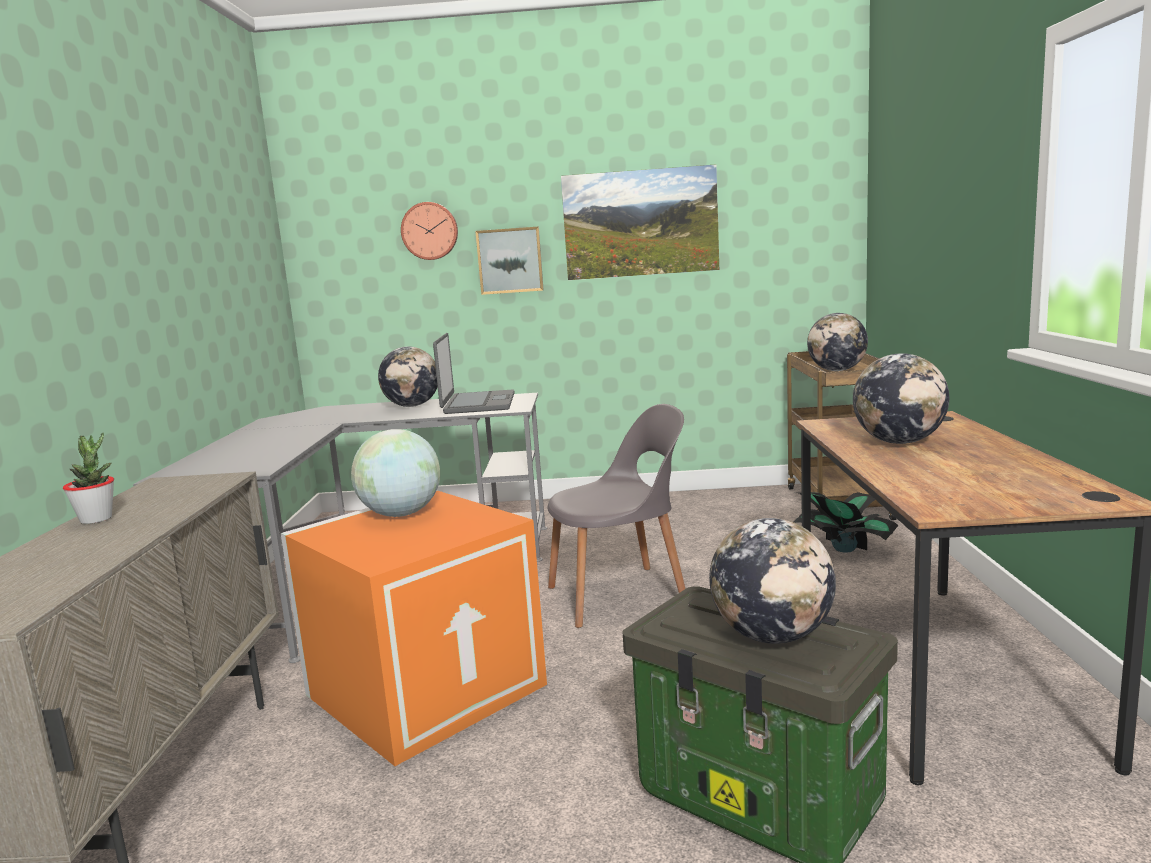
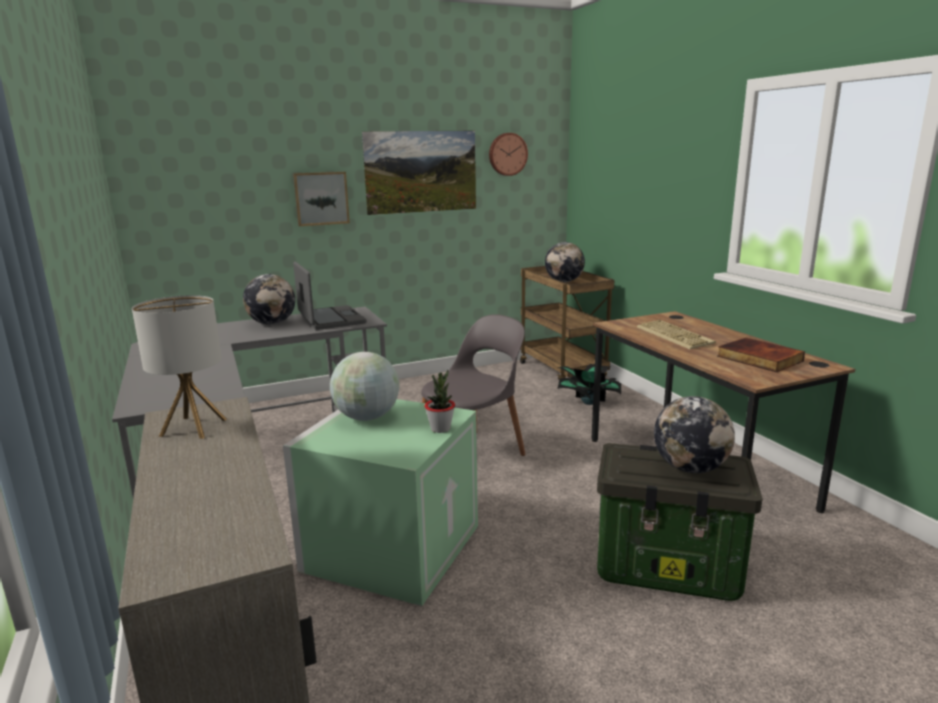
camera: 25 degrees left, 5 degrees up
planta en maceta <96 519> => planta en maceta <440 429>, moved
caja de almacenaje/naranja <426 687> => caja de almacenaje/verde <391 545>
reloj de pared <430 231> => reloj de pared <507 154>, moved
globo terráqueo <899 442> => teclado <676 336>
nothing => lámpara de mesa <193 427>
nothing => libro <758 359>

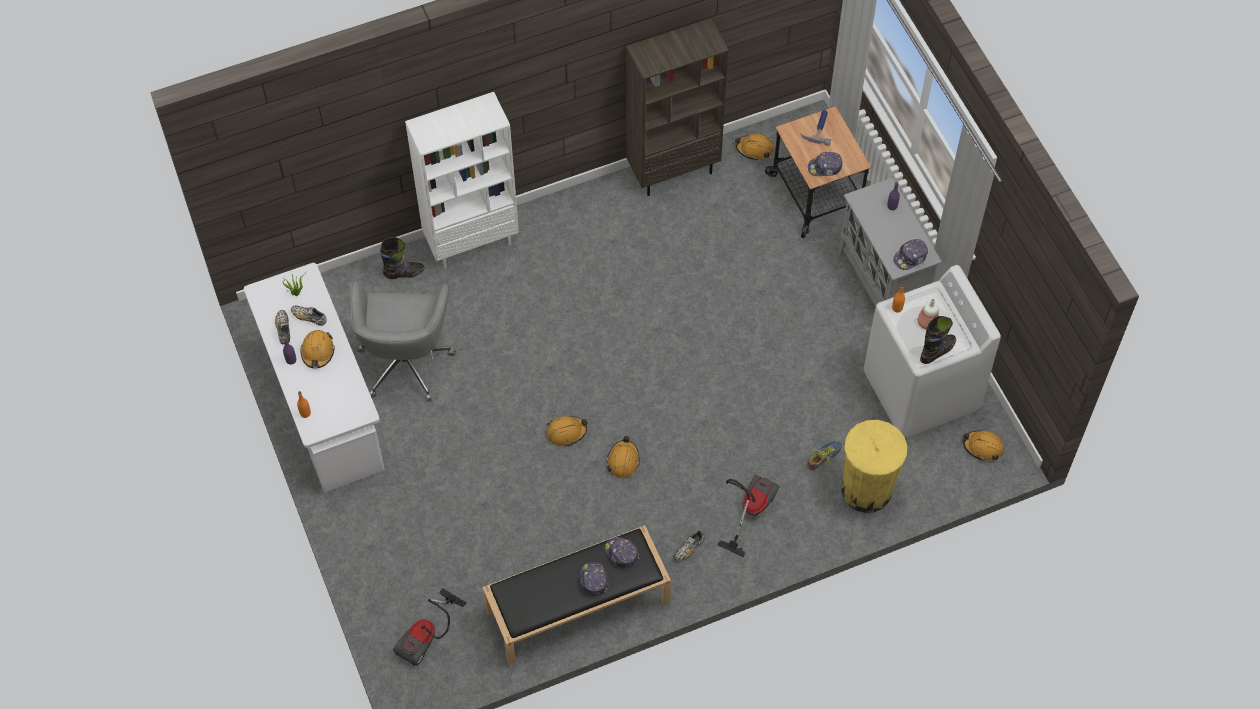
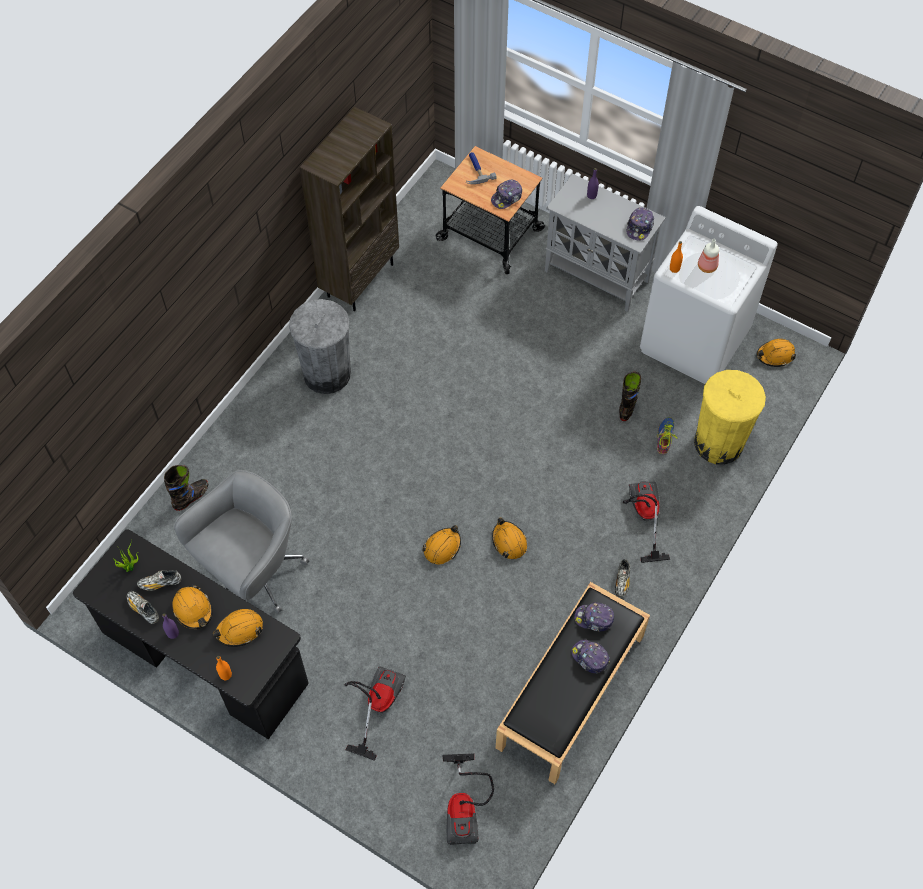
camera: 35 degrees left, 0 degrees up
escritorio/blanco <323 404> => escritorio/negro <204 659>
silla de oficina/gris <406 360> => silla de oficina/gris <252 573>, 105 degrees counterclockwise
estantería/blanco <472 242> => nothing
casco/naranja <754 149> => casco/naranja <240 629>, moved
bota/negro <937 351> => bota/negro <627 405>, moved
nothing => papelera/gris <327 373>
nothing => aspiradora <376 705>

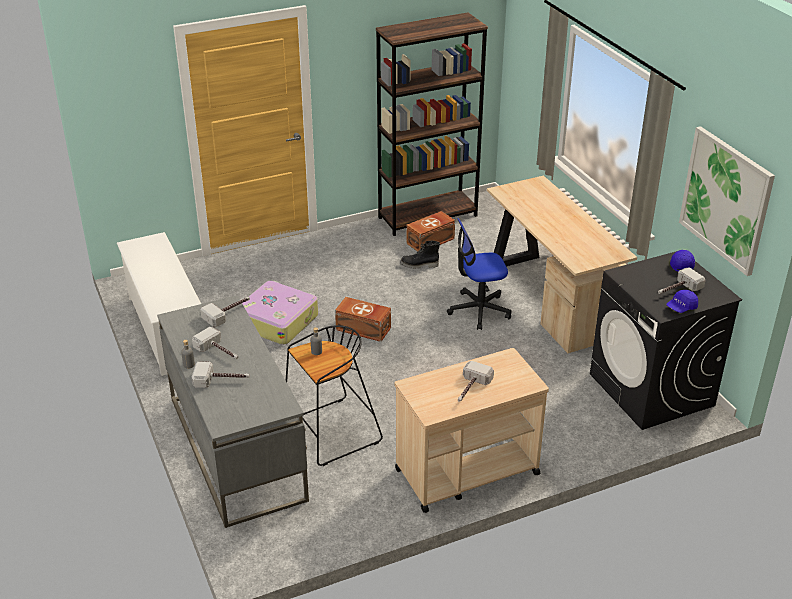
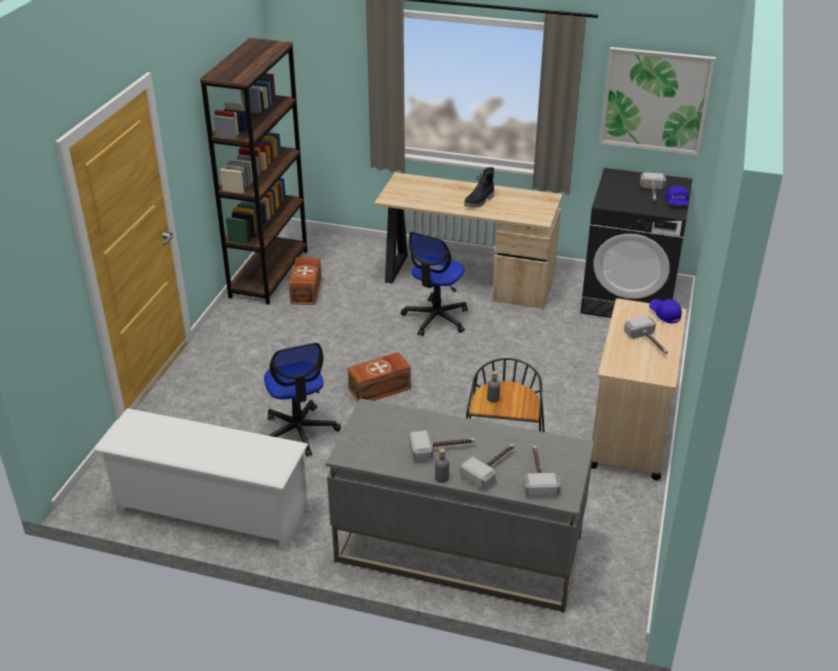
camera: 50 degrees left, 0 degrees up
martillo <228 313> => martillo <538 475>, moved
maleta <277 321> => silla de oficina <299 432>
bota/negro <419 265> => bota/negro <479 201>, moved
gorra/azul <682 264> => gorra/azul <664 314>, moved

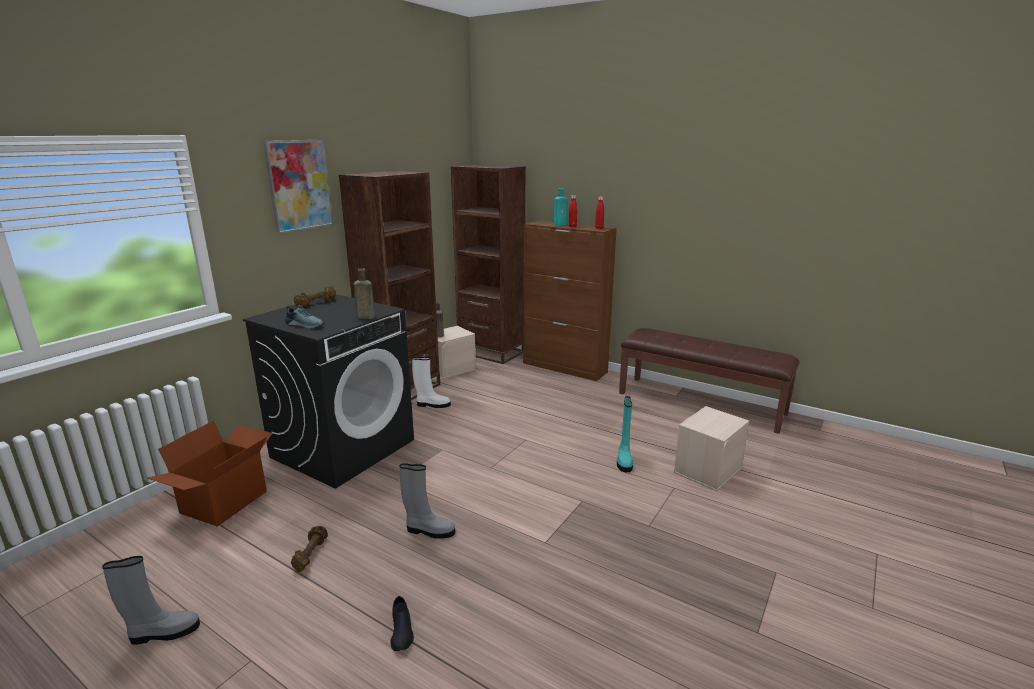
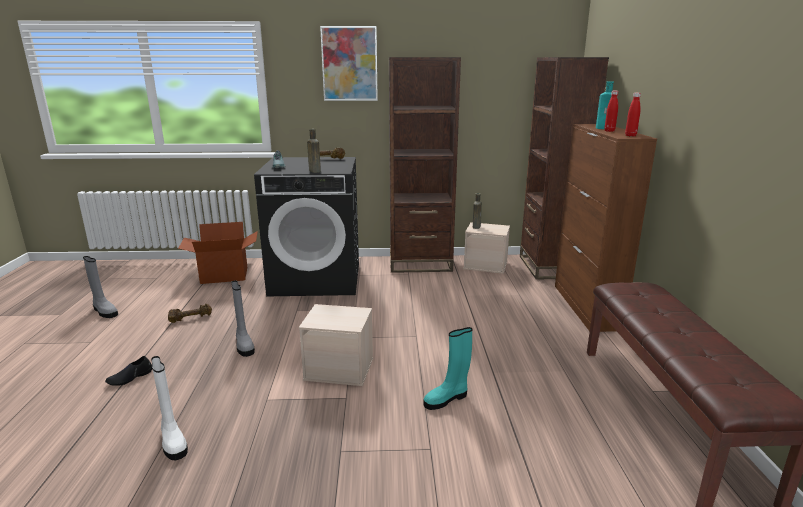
camera: 55 degrees right, 0 degrees up
bota/blanco <432 405> => bota/blanco <173 441>, moved
caja de almacenaje/beis <707 469> => caja de almacenaje/beis <340 368>, moved

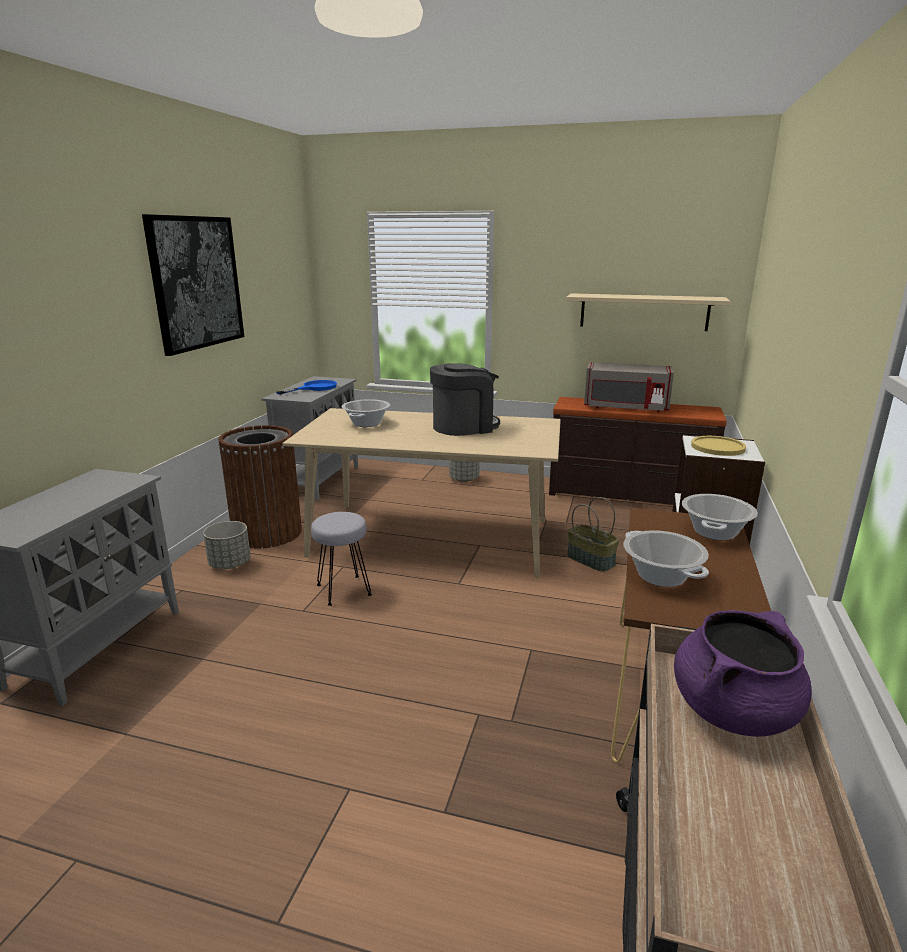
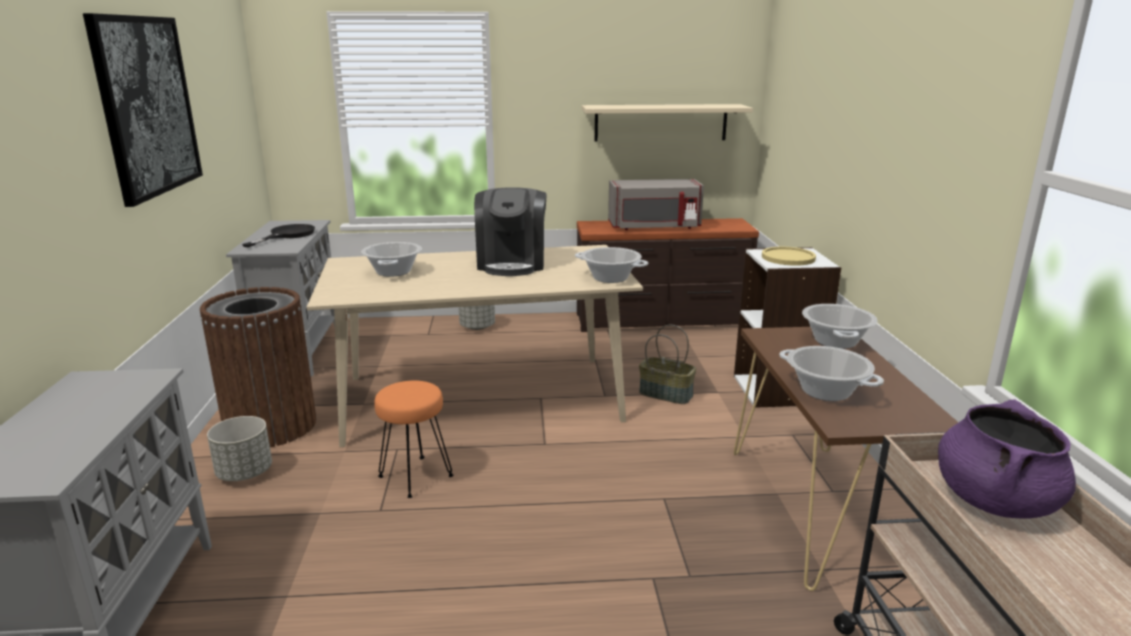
camera: 20 degrees left, 0 degrees up
sartén/azul <314 388> => sartén/negro <287 235>
taburete/gris <343 590> => taburete/naranja <415 477>
cafetera <464 427> => cafetera <512 264>, 135 degrees clockwise
nothing => olla <610 278>

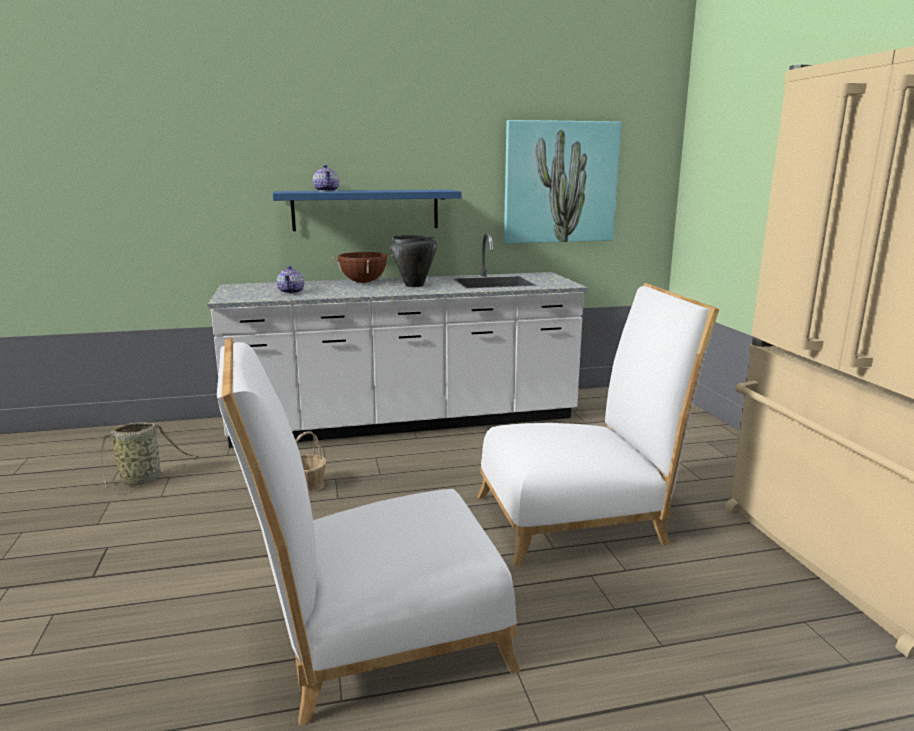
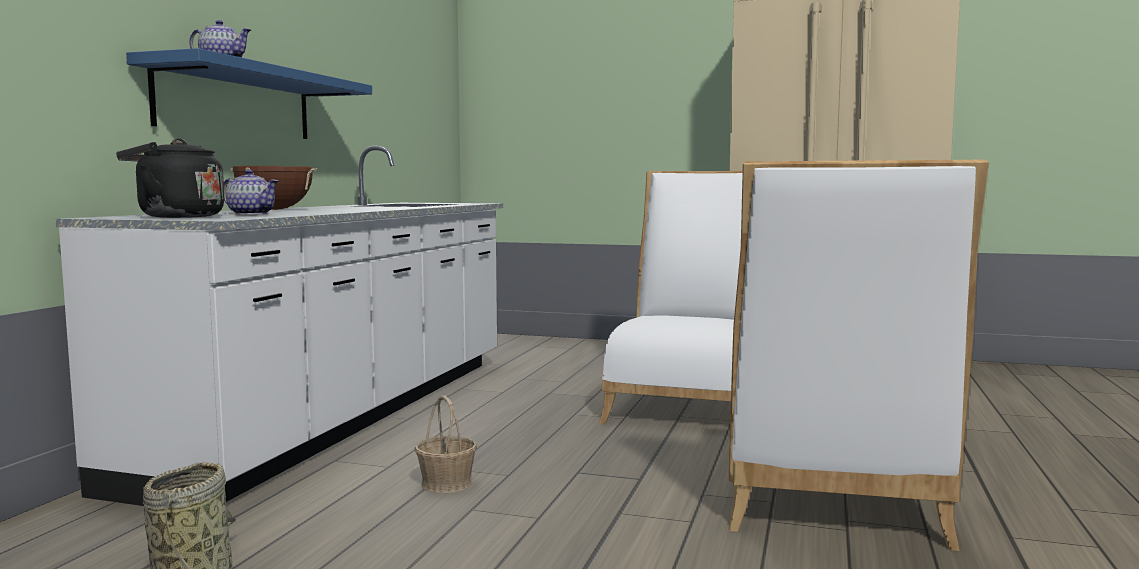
camera: 60 degrees left, 10 degrees down
olla/negro <414 285> => nothing
cuadro <560 182> => nothing
nothing => hervidor/negro <176 217>

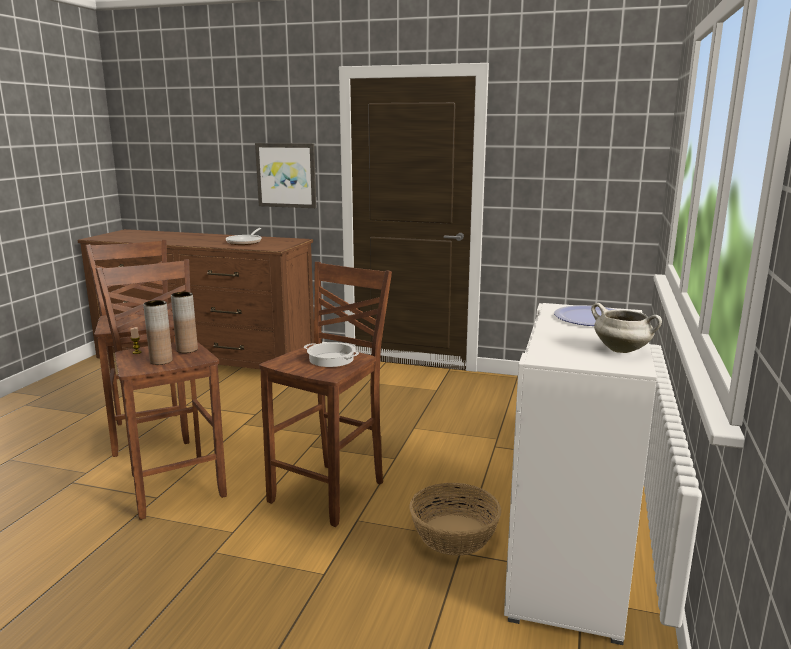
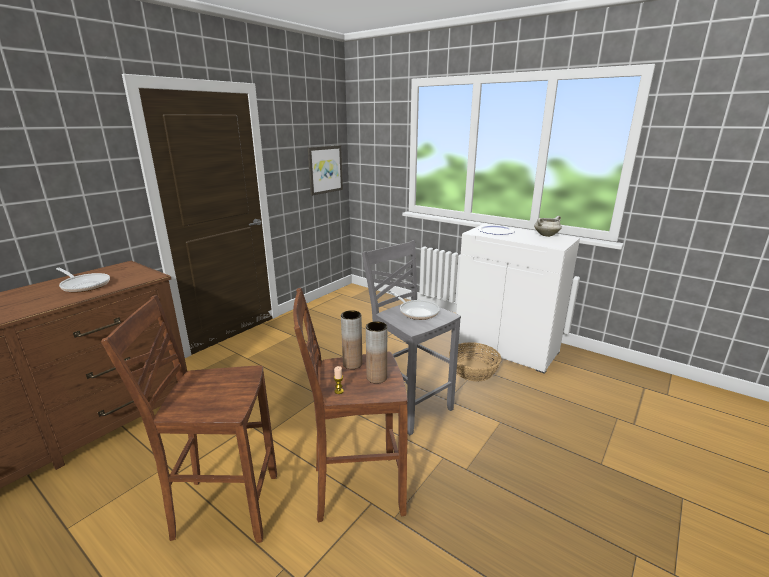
camera: 70 degrees left, 5 degrees up
cuadro <286 175> => cuadro <325 169>, moved
taburete/marrón <331 492> => taburete/gris <409 404>
olla <332 359> => sartén <416 311>

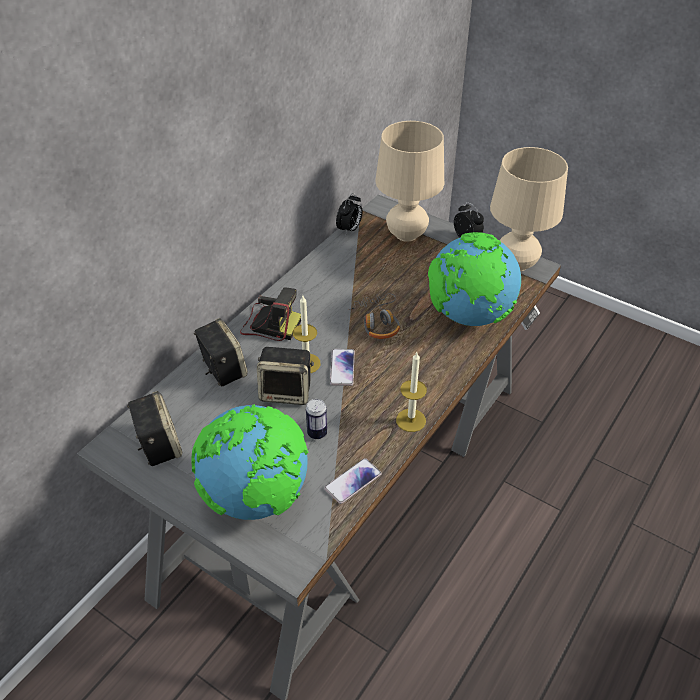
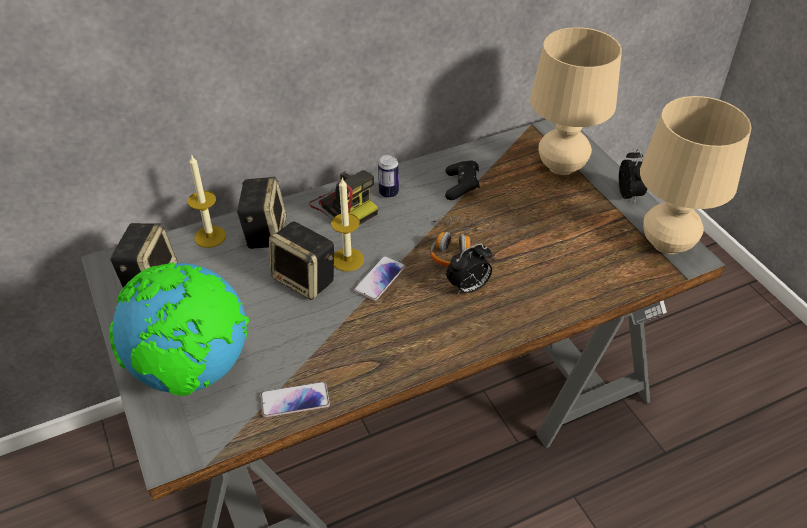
camera: 30 degrees right, 0 degrees up
lata <317 433> => lata <388 193>, moved
despertador <349 230> => despertador <468 288>, moved
vela <411 420> => vela <210 236>, moved
globo terráqueo <469 316> => nothing
nothing => mando de consola/negro <461 187>

